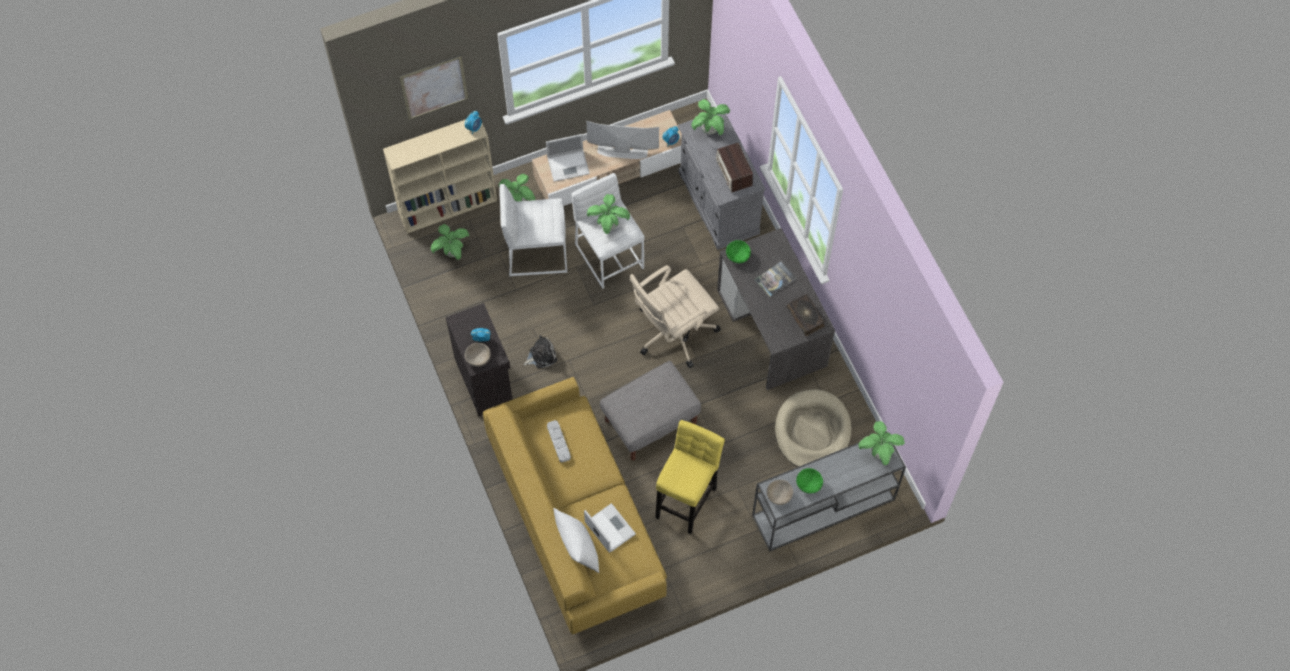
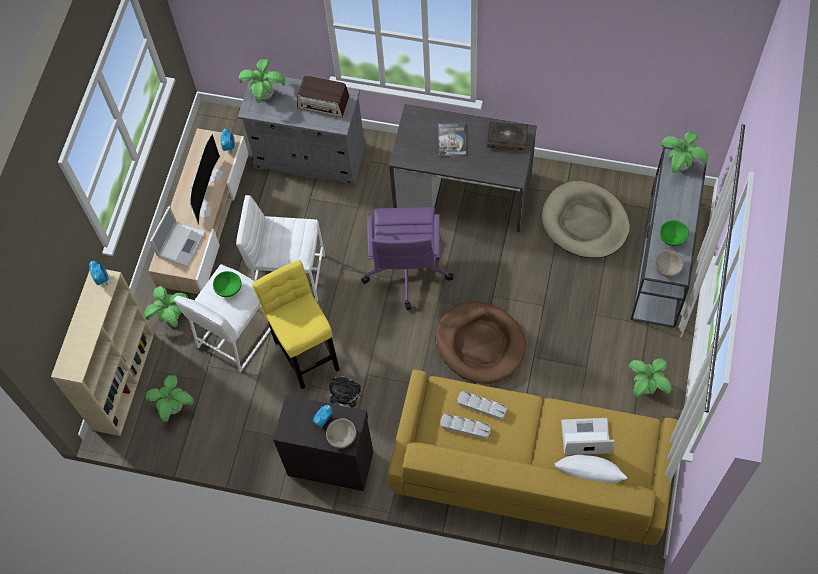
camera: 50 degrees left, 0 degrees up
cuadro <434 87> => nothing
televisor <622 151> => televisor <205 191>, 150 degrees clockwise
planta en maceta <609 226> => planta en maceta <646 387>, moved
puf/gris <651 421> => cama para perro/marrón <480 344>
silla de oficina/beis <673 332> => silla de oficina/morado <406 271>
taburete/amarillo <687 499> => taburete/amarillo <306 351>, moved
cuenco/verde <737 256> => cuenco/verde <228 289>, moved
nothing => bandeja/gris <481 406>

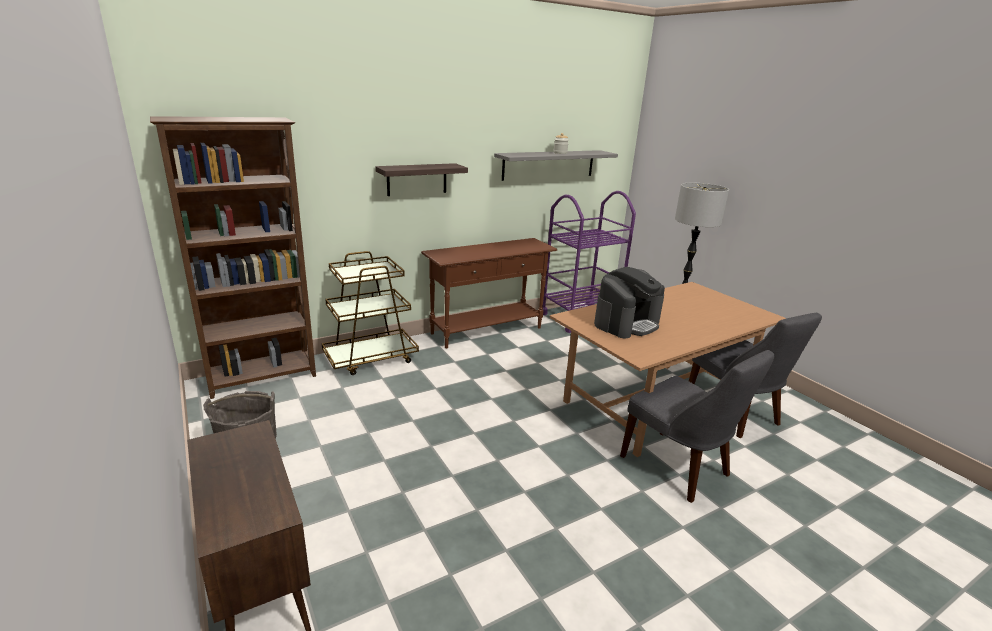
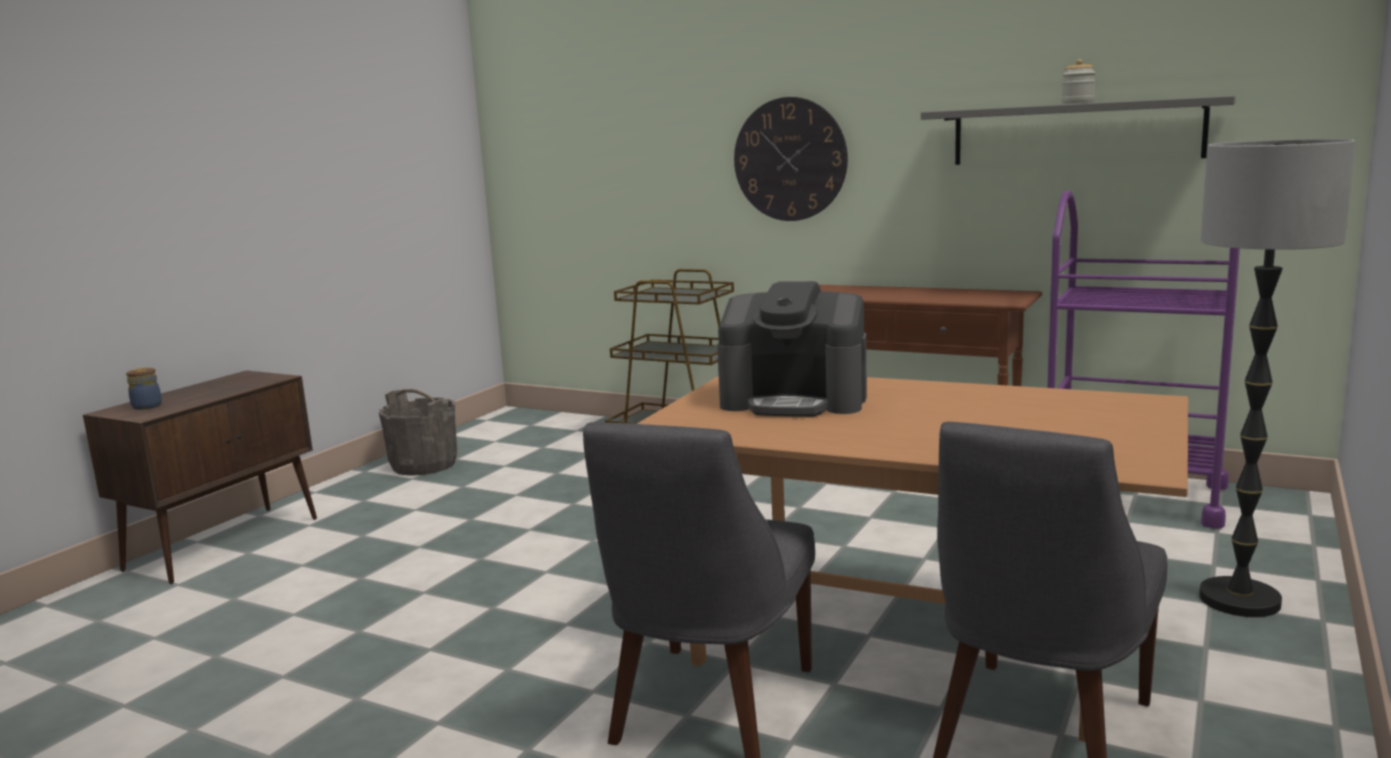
camera: 60 degrees right, 10 degrees down
estantería/marrón <263 378> => nothing
estante <417 179> => reloj de pared <790 159>
nothing => tarro <146 406>

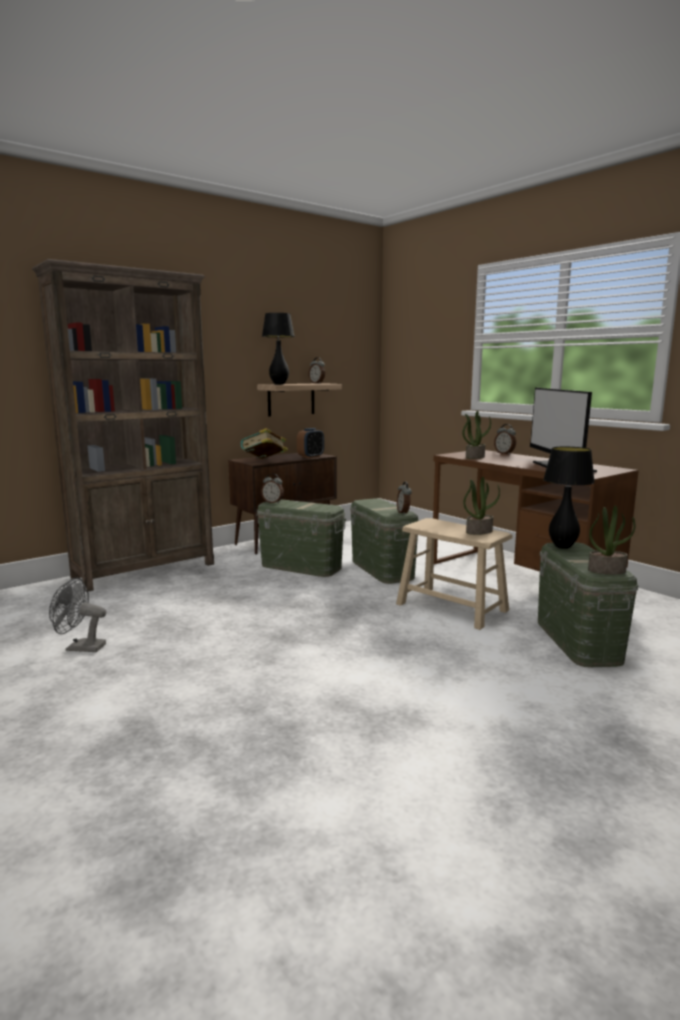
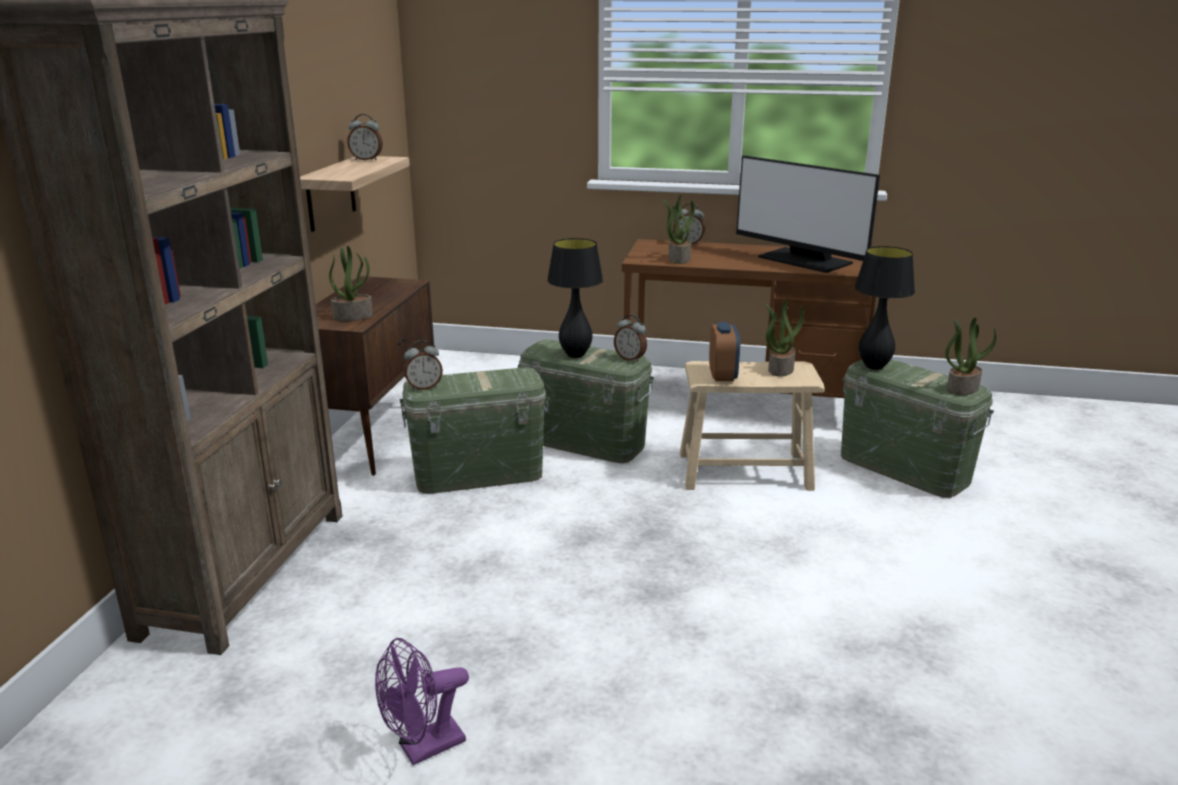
camera: 40 degrees left, 10 degrees up
ventilador/gris <80 648> => ventilador/morado <423 749>
libro <264 461> => planta en maceta <353 316>
lámpara de mesa/negro <279 384> => lámpara de mesa/negro <575 355>, moved
despertador <310 456> => despertador <722 375>, moved

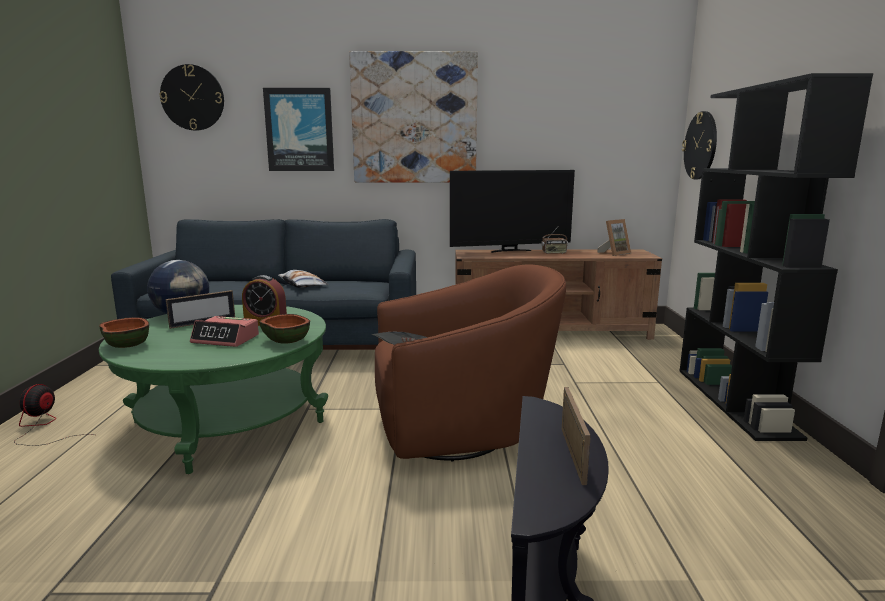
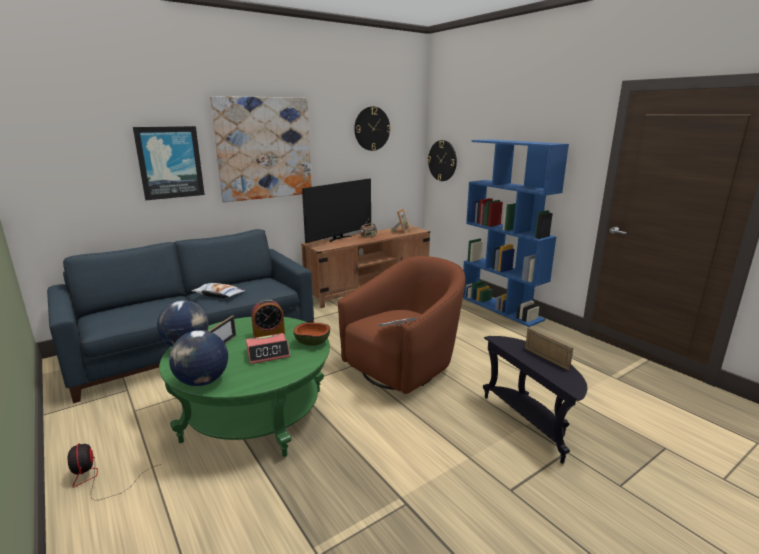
camera: 35 degrees left, 5 degrees up
cuenco <126 345> => globo terráqueo <202 381>
reloj de pared <192 98> => reloj de pared <372 128>, moved
estantería/negro <736 401> => estantería/azul <501 308>

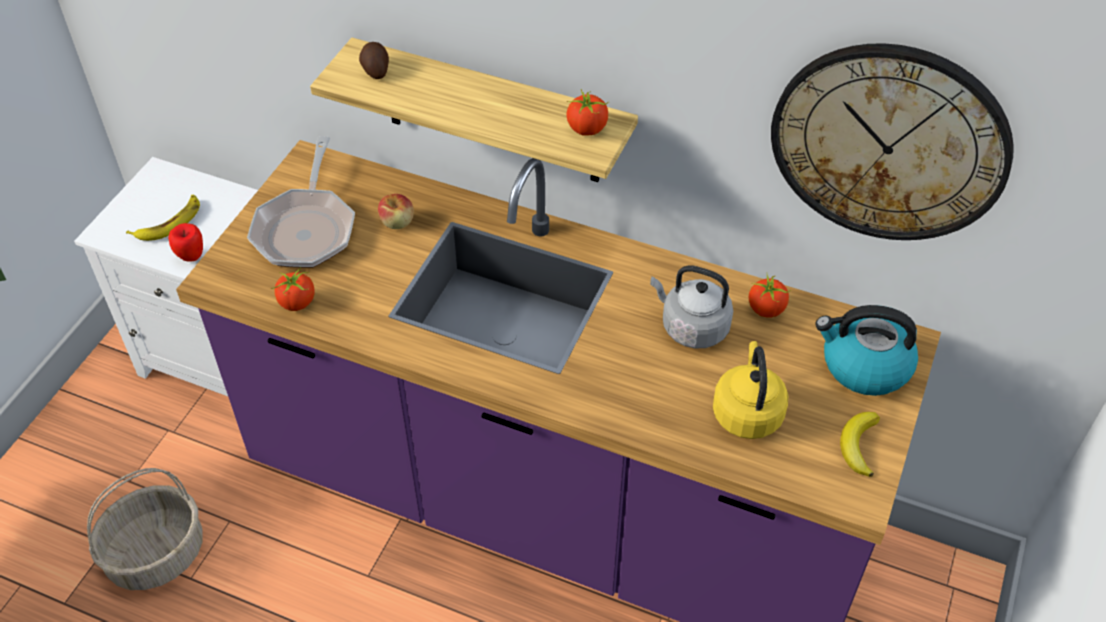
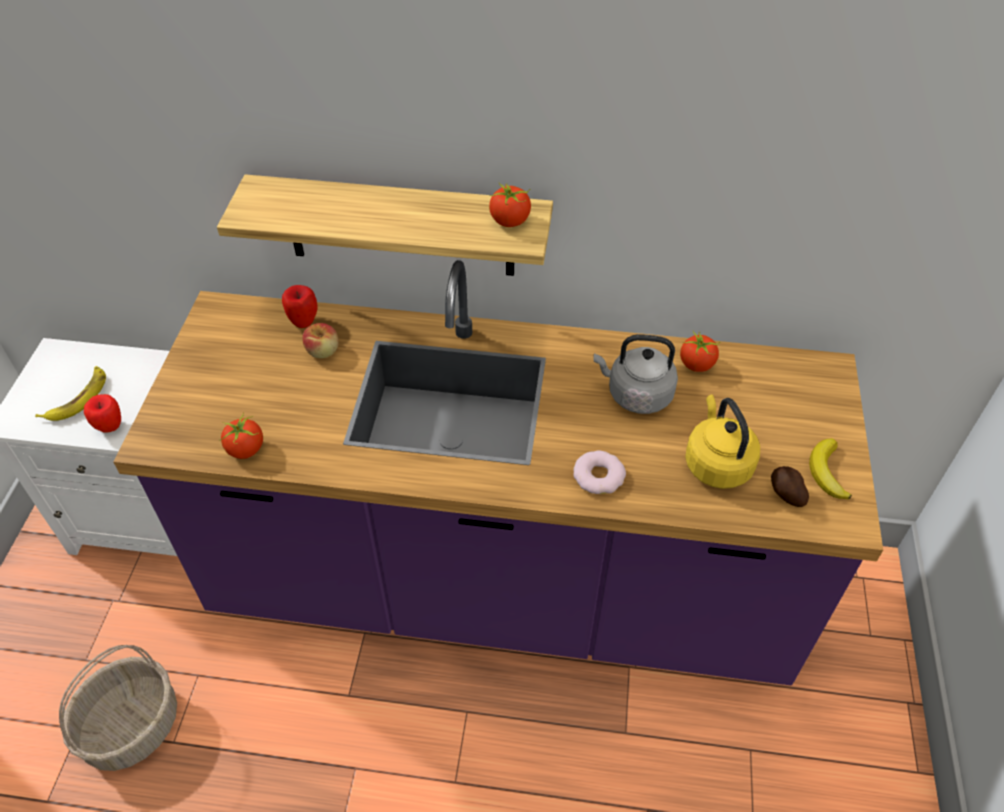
camera: 15 degrees left, 0 degrees up
sartén <306 228> => nothing
patata <375 70> => patata <786 493>, moved
reloj de pared <889 143> => nothing
hervidor <864 366> => nothing
nothing => manzana <304 322>
nothing => rosquilla <599 476>

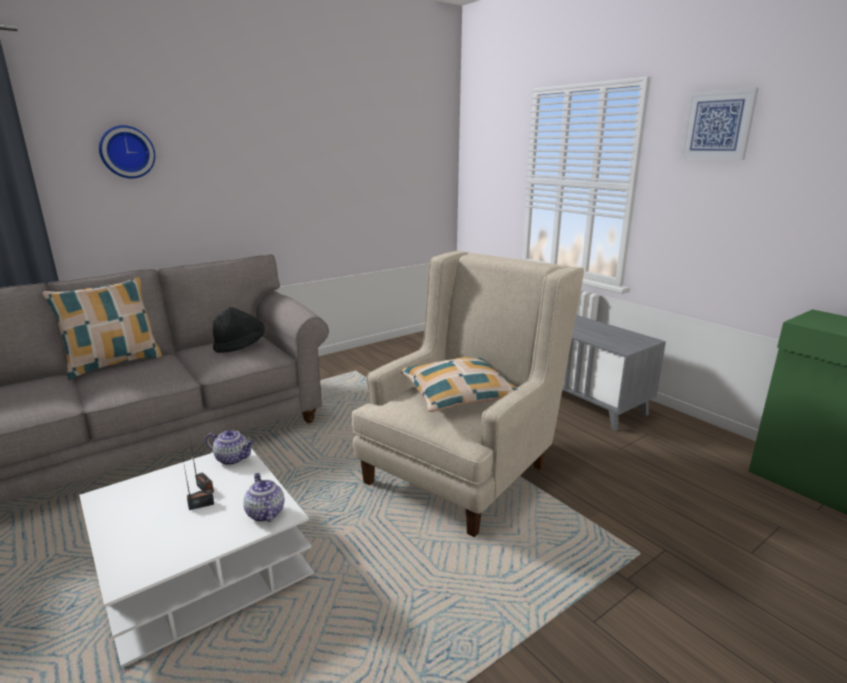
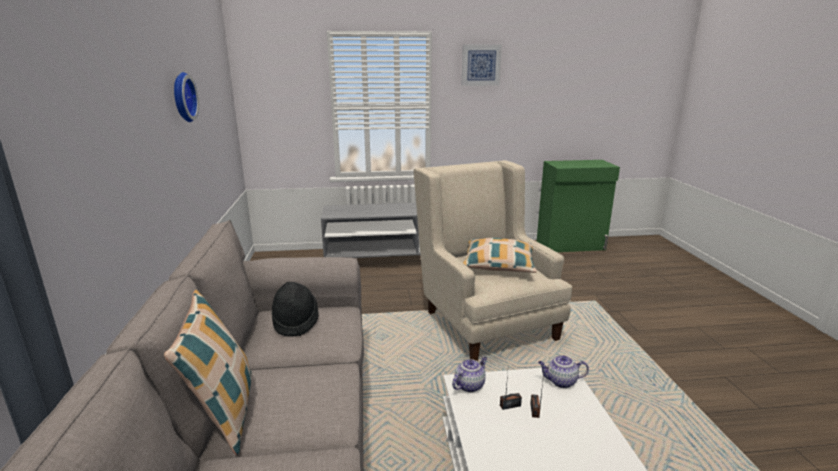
camera: 60 degrees left, 0 degrees up
reloj de pared <126 152> => reloj de pared <182 97>, moved

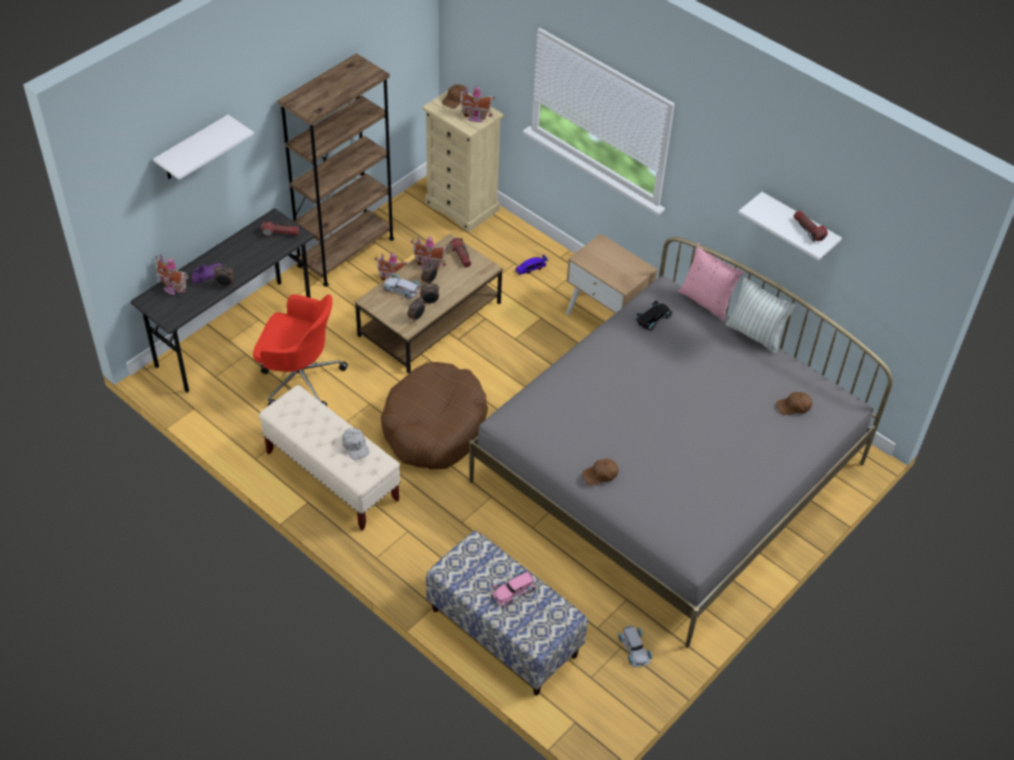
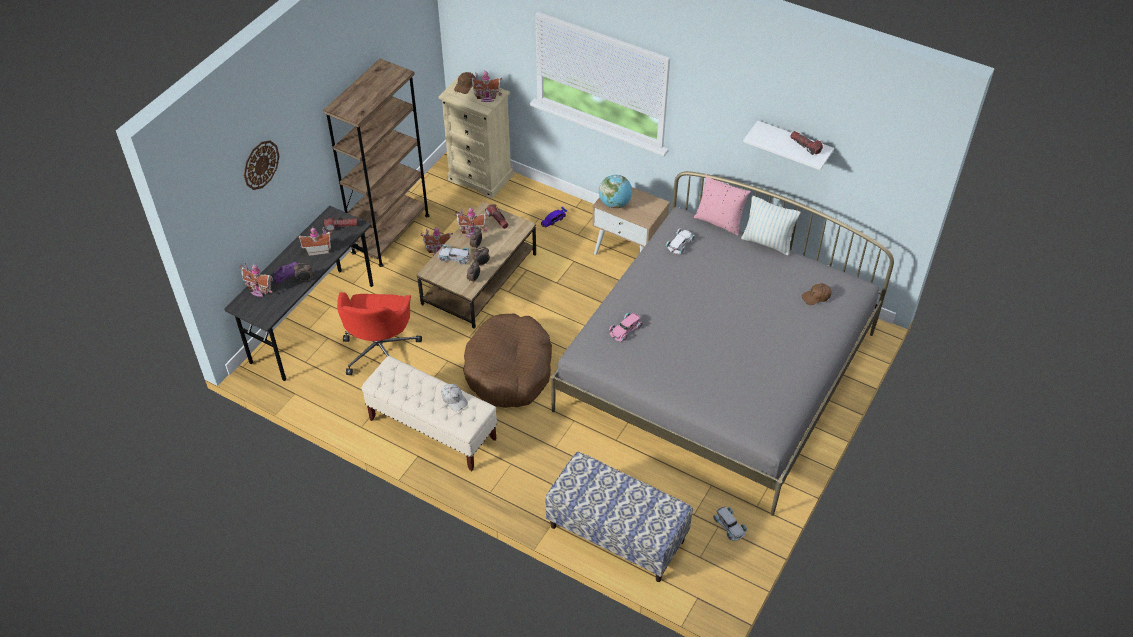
camera: 10 degrees left, 0 degrees up
estante/blanco <193 149> => reloj de pared <260 164>
silla de oficina/rojo <299 378> => silla de oficina/rojo <380 350>, 90 degrees clockwise
coche de juguete/rosa <513 590> => coche de juguete/rosa <625 329>, moved
gorra/marrón <600 475> => nothing
coche de juguete/negro <654 318> => coche de juguete/blanco <680 243>
nothing => casita <318 250>
nothing => globo terráqueo <615 203>

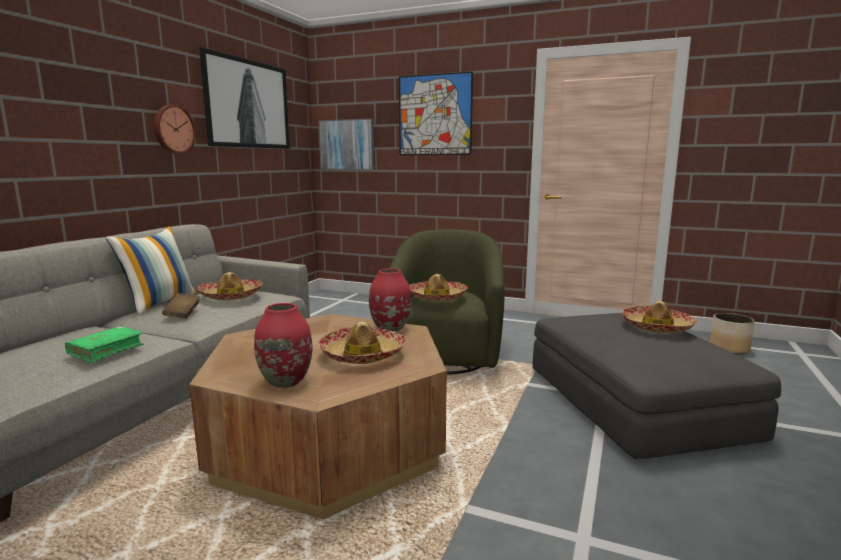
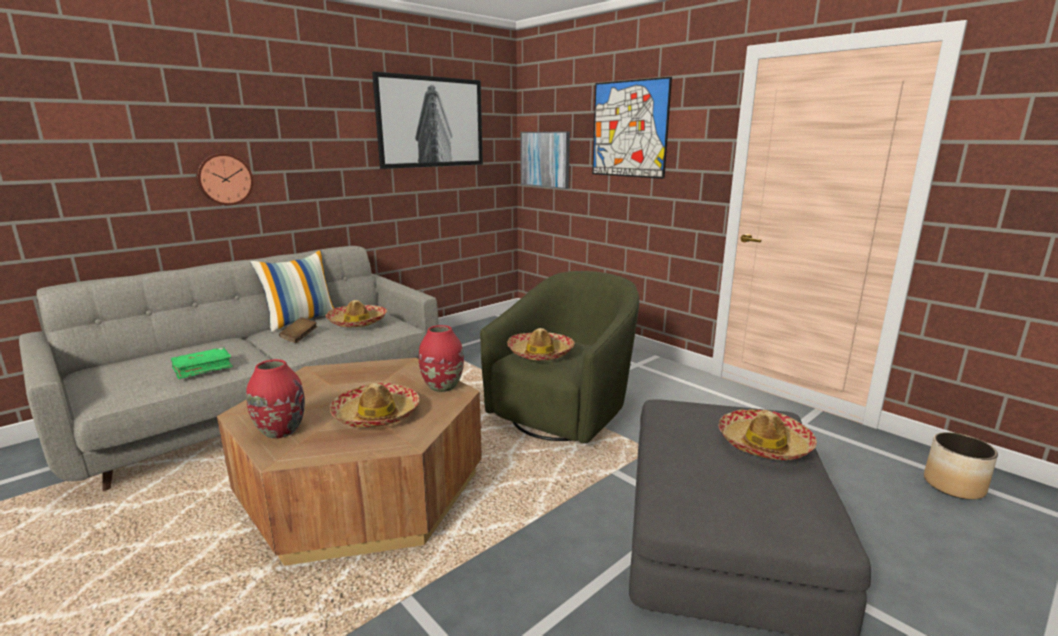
camera: 25 degrees right, 5 degrees up
reloj de pared <173 129> => reloj de pared <224 179>, moved

